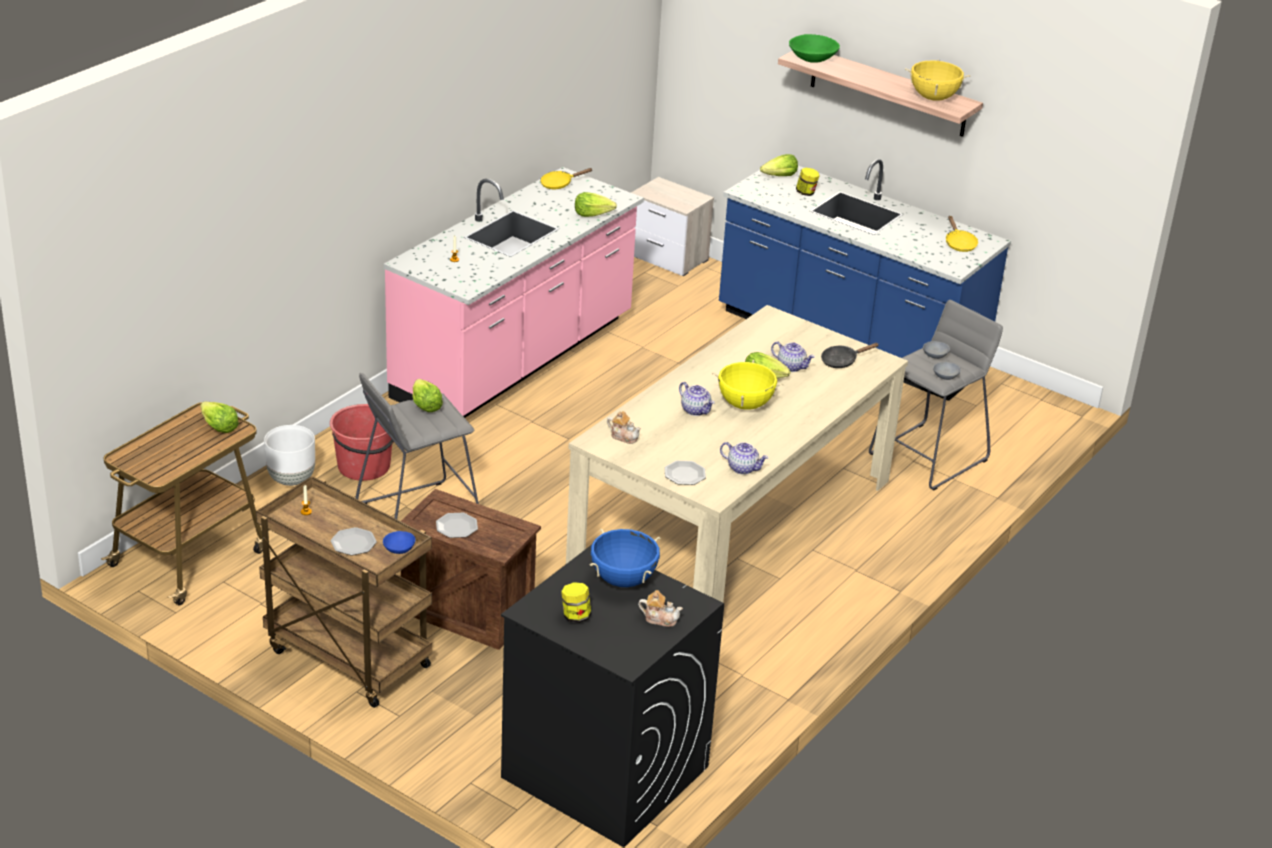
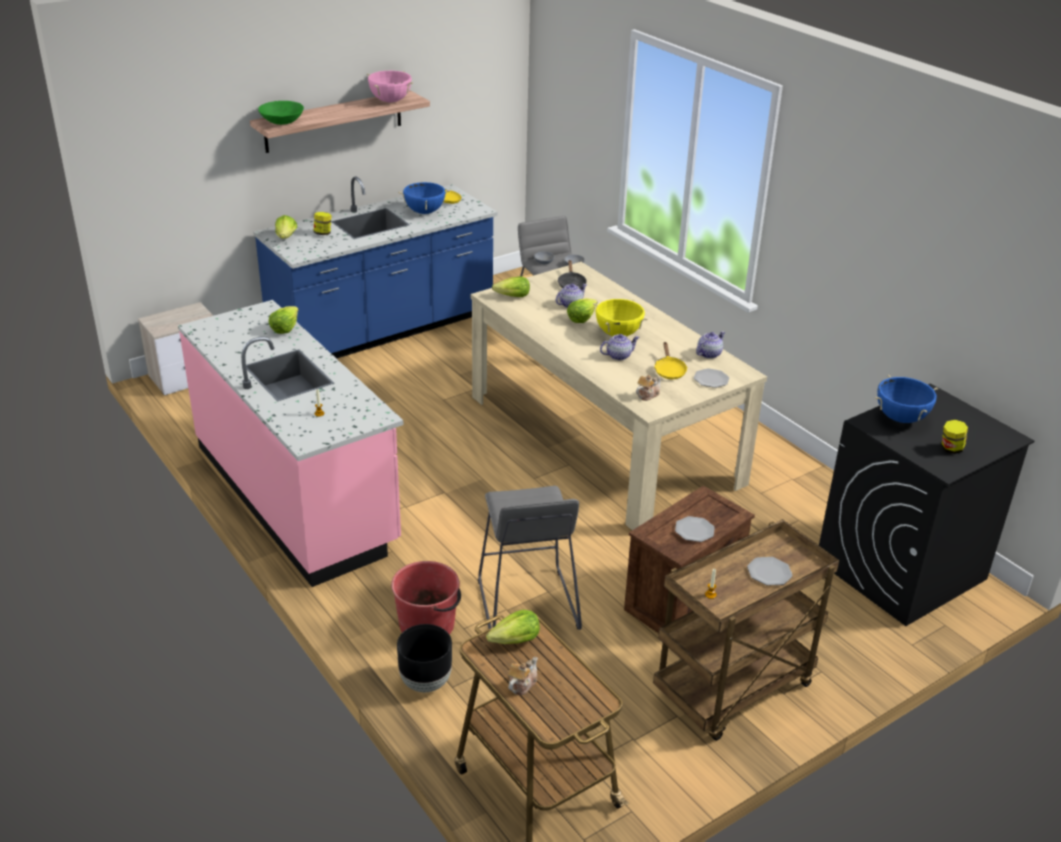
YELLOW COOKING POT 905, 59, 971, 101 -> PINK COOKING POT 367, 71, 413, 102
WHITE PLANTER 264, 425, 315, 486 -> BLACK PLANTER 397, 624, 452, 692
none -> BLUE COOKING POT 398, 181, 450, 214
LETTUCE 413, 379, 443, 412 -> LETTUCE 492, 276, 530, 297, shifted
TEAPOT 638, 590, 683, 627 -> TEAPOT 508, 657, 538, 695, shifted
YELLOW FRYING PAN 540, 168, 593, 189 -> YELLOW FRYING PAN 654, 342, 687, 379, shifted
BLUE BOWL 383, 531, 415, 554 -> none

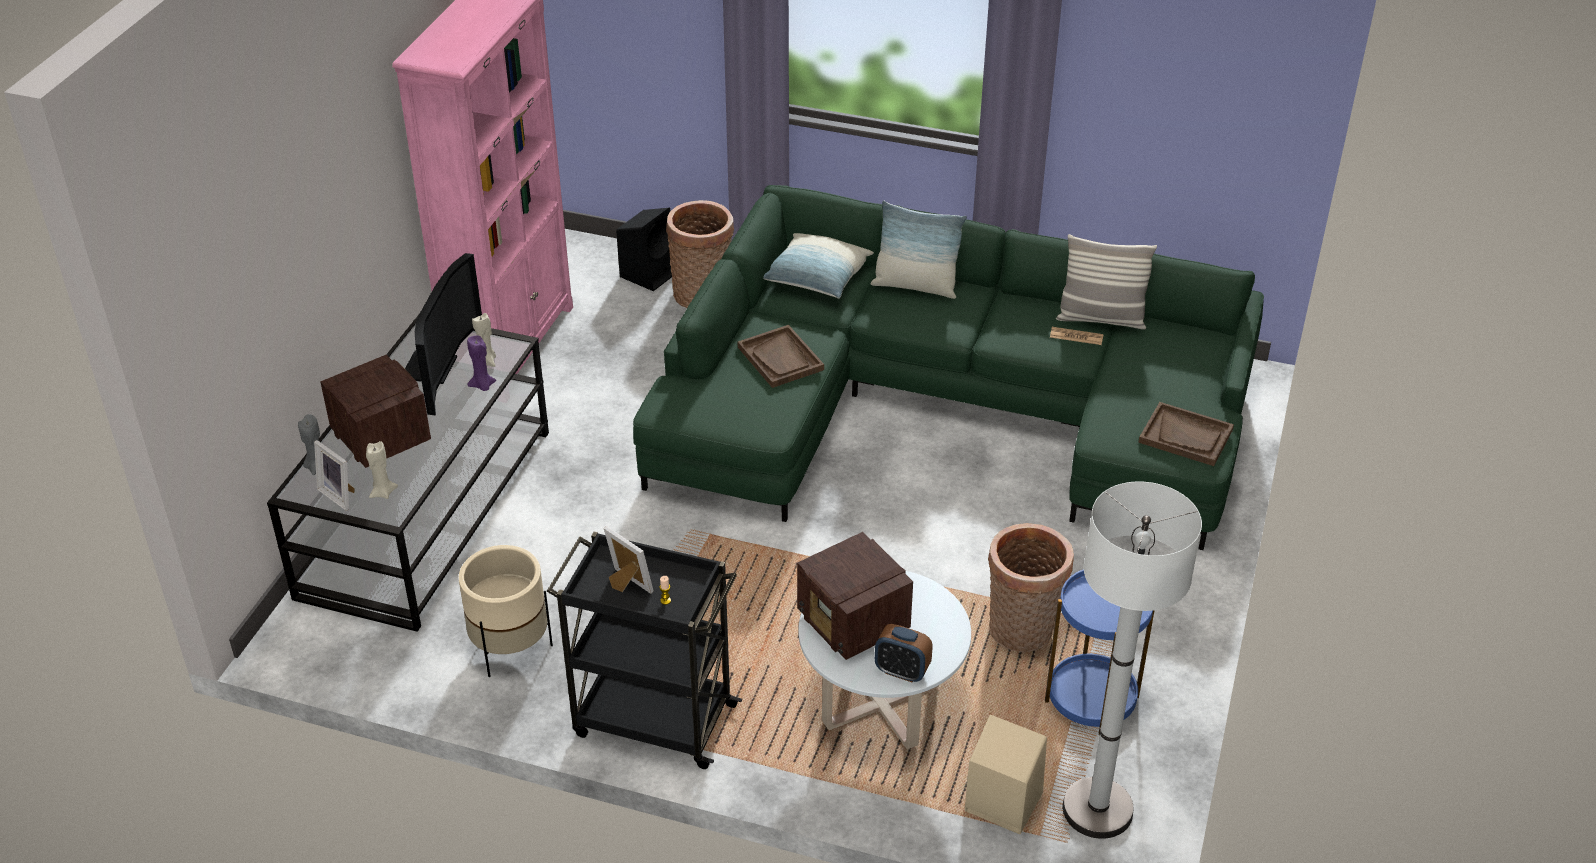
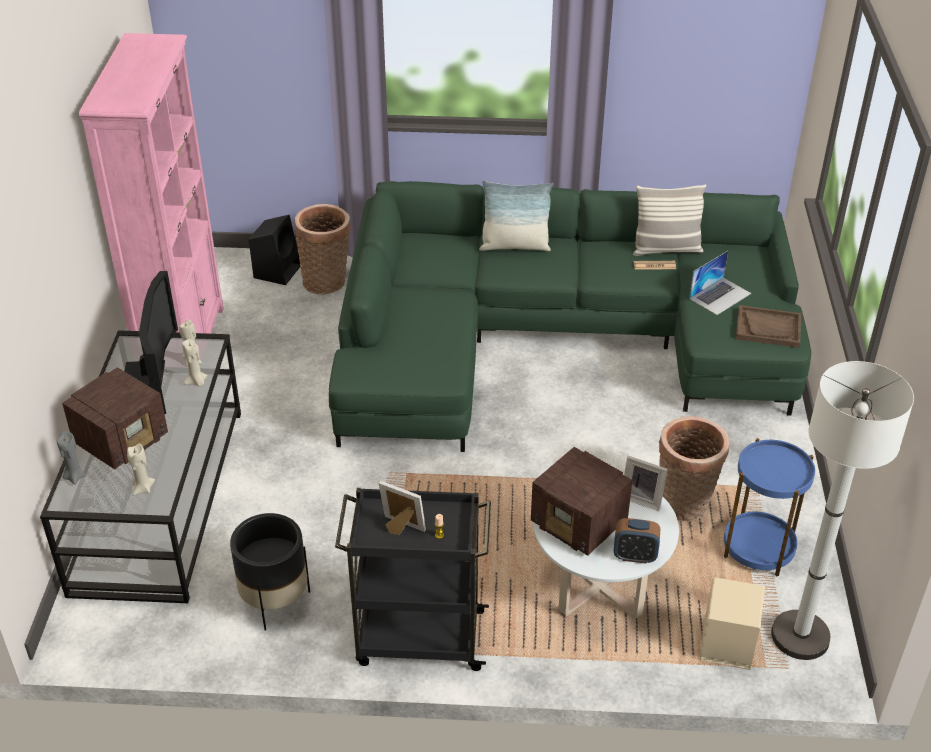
RADIO 320, 355, 431, 468 -> RADIO 62, 367, 168, 469, 90 degrees clockwise
PURPLE CANDLE 467, 335, 496, 391 -> BEIGE CANDLE 182, 339, 207, 386
BEIGE PLANTER 459, 545, 553, 678 -> BLACK PLANTER 230, 513, 310, 631
PICTURE FRAME 314, 440, 355, 511 -> PICTURE FRAME 624, 456, 668, 512, shifted
none -> LAPTOP 689, 251, 751, 315
BROWN TRAY 738, 325, 824, 388 -> none
PILLOW 763, 233, 874, 299 -> none

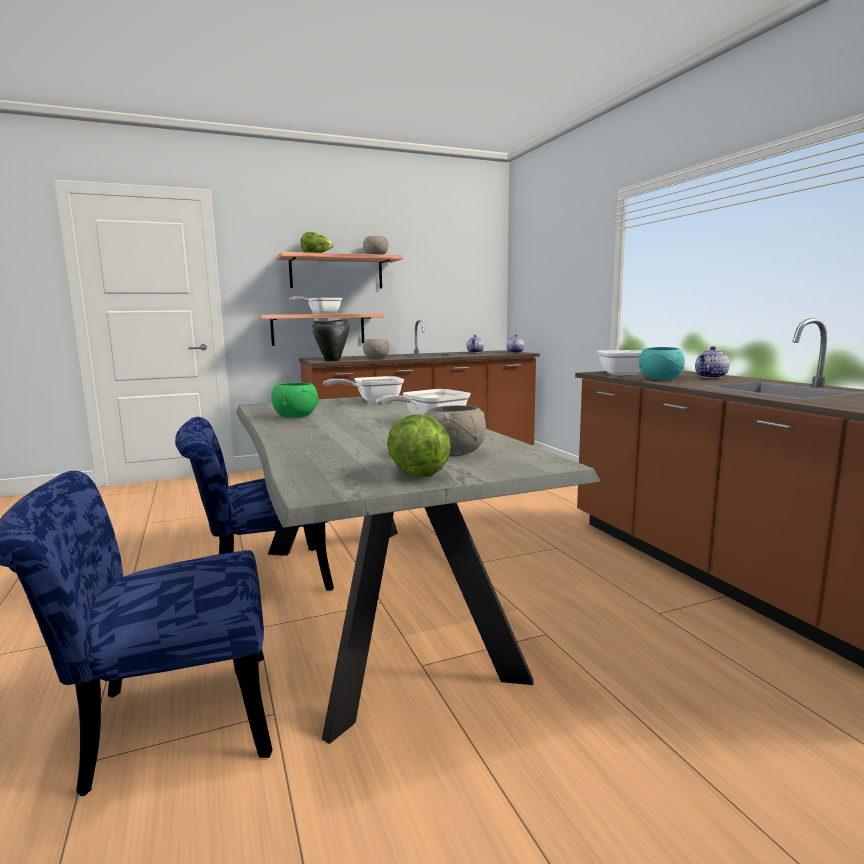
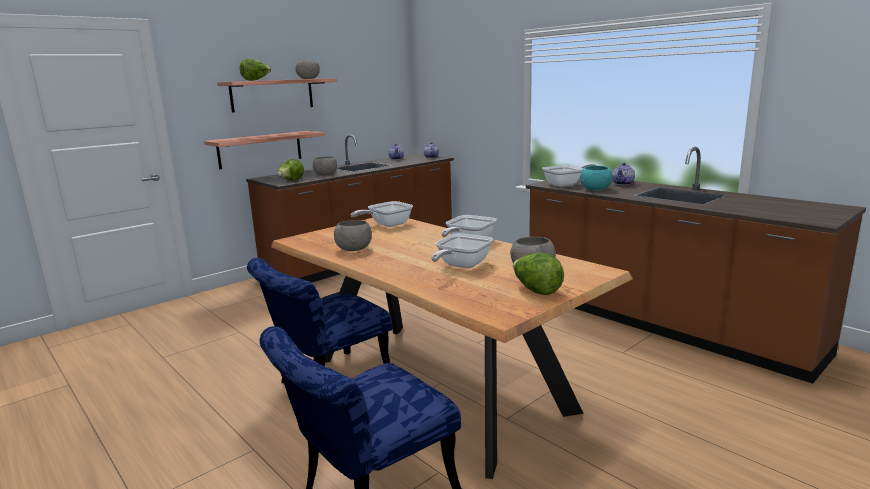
GREY DINING TABLE 236, 397, 601, 744 -> BROWN DINING TABLE 271, 218, 633, 479
BLACK COOKING POT 311, 319, 350, 361 -> LETTUCE 277, 159, 304, 181
GREEN BOWL 271, 383, 319, 418 -> GREY BOWL 334, 220, 372, 251
FRYING PAN 290, 296, 342, 314 -> FRYING PAN 431, 233, 493, 268, shifted

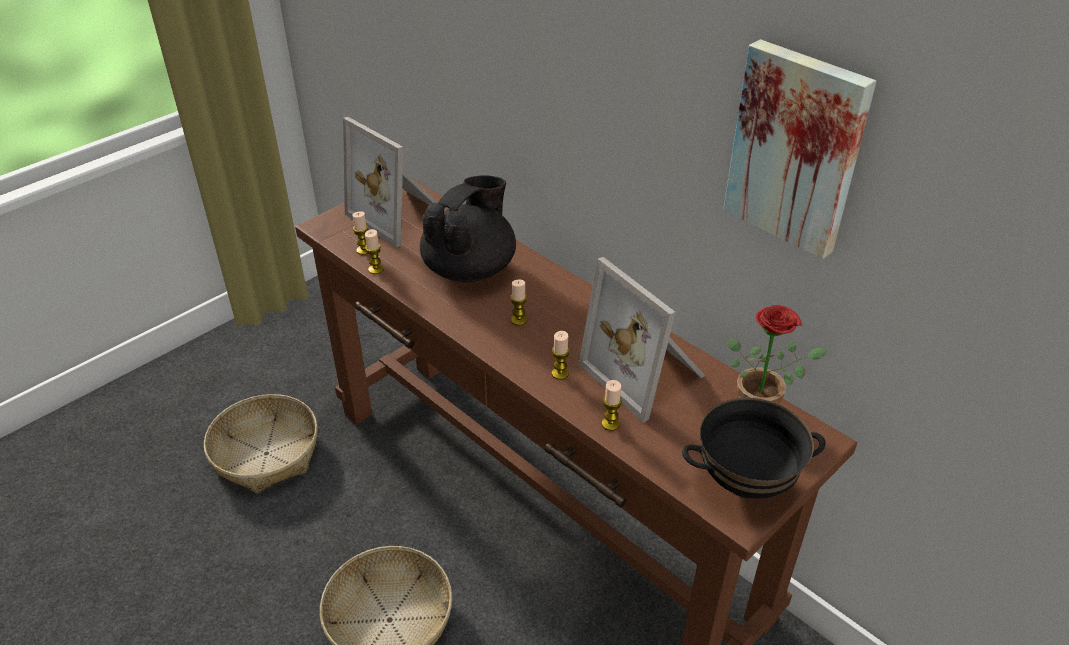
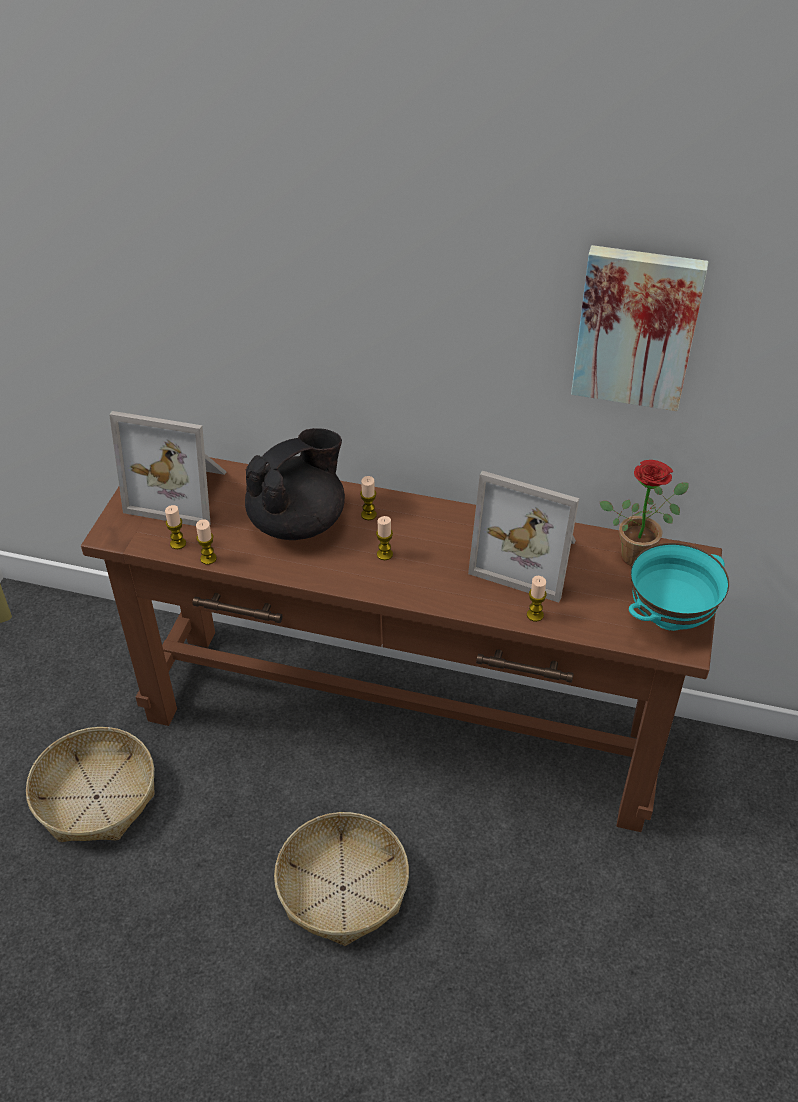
BLACK TEAPOT 420, 175, 516, 282 -> BLACK TEAPOT 245, 428, 345, 540, 45 degrees clockwise
CANDLE 552, 331, 570, 380 -> CANDLE 360, 476, 377, 520, shifted
BLACK BOWL 682, 398, 826, 499 -> TURQUOISE BOWL 629, 543, 729, 631

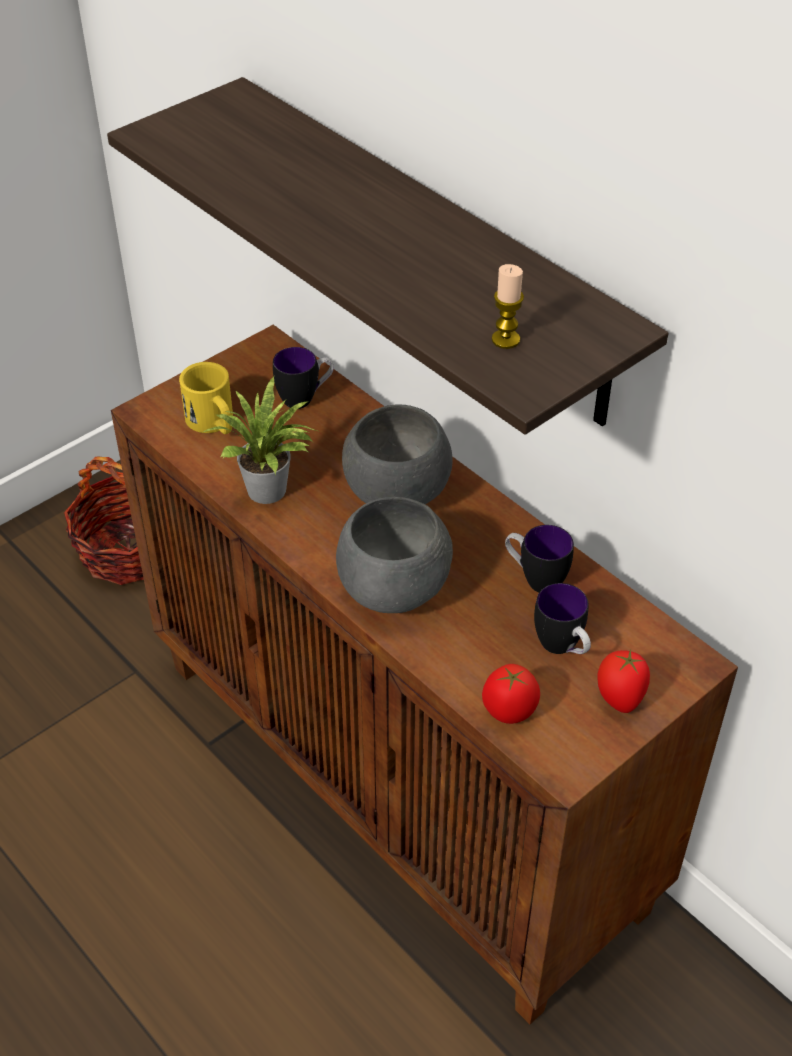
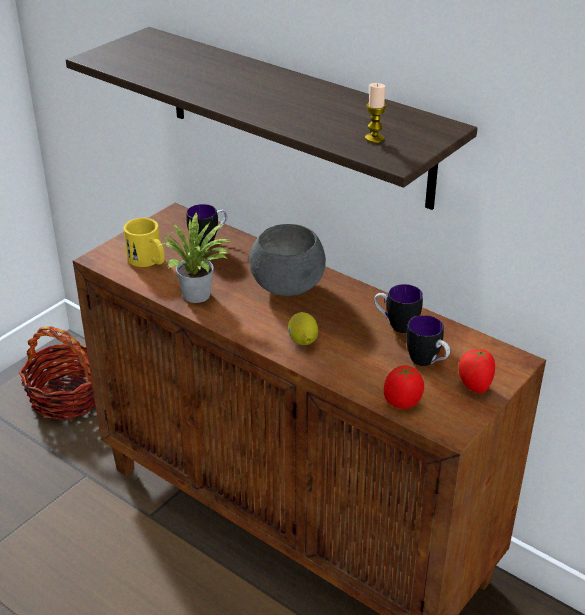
GREY BOWL 336, 497, 453, 613 -> LEMON 288, 312, 318, 345

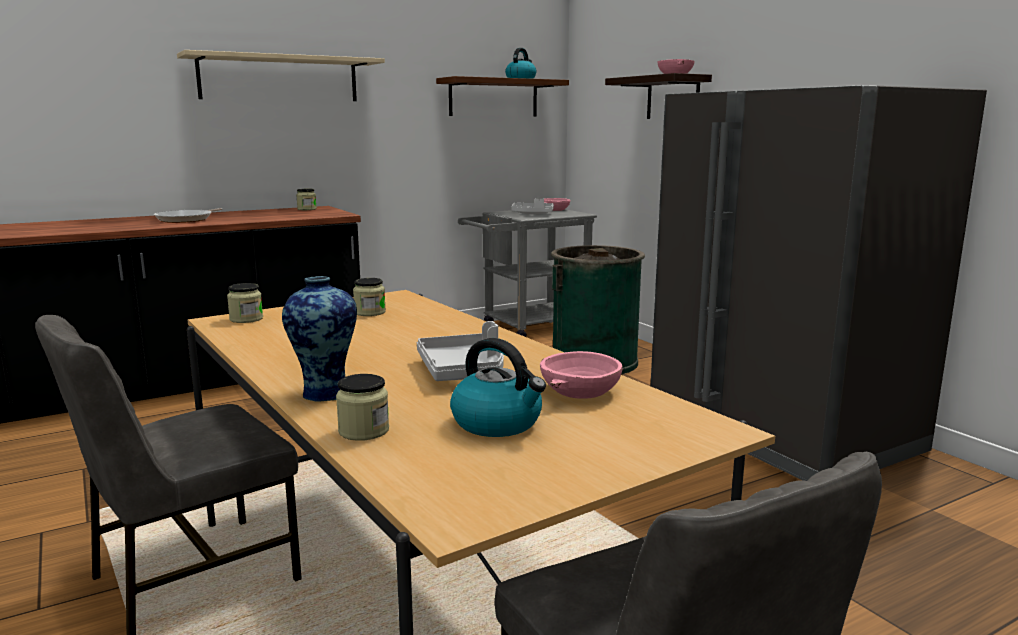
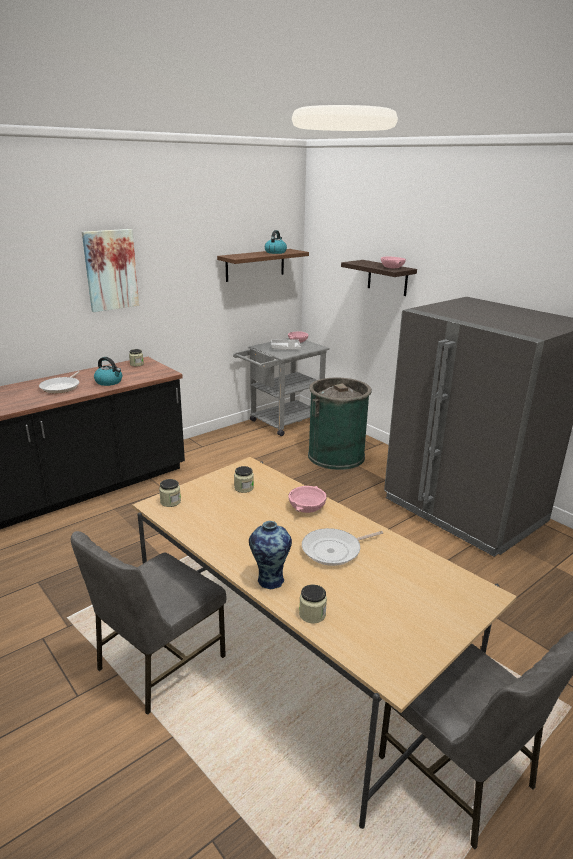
BEIGE SHELF 177, 50, 385, 101 -> PICTURE 82, 229, 139, 312
KETTLE 450, 338, 546, 437 -> KETTLE 94, 357, 122, 386, shifted
PINK BOWL 540, 351, 623, 399 -> PINK BOWL 288, 486, 327, 513, shifted
GREY TRAY 417, 321, 504, 381 -> FRYING PAN 302, 528, 383, 566

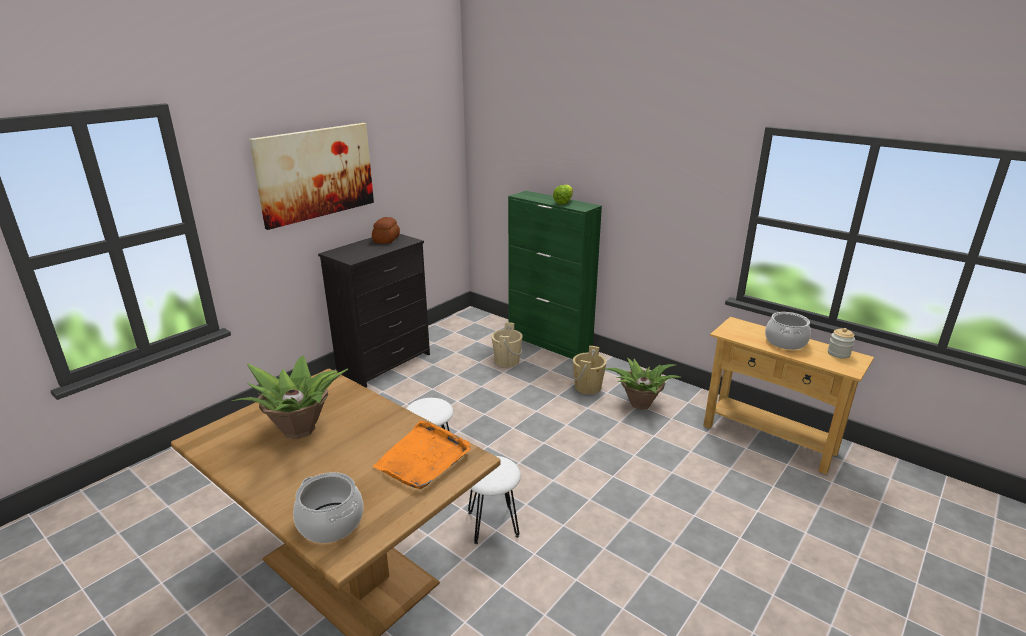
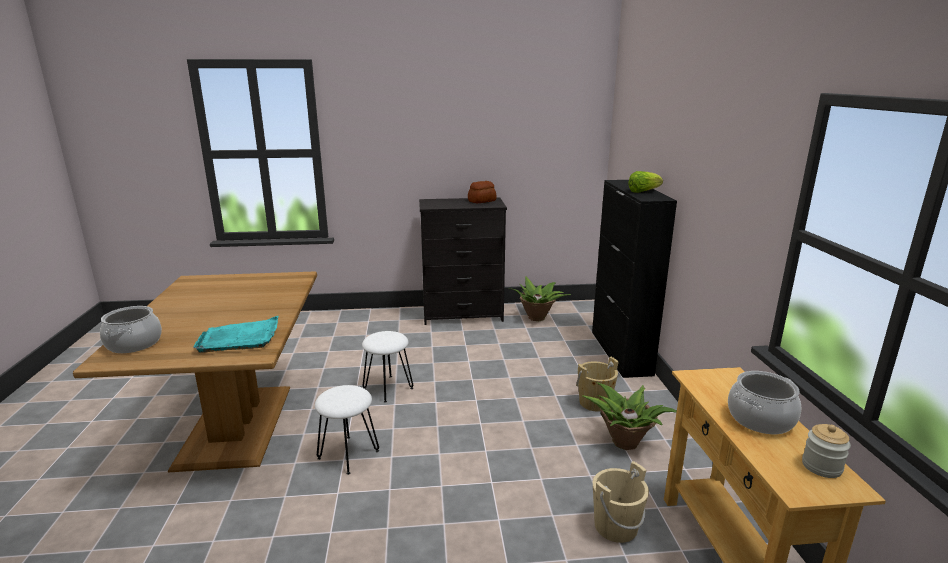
ORANGE TRAY 373, 420, 471, 489 -> TURQUOISE TRAY 193, 316, 279, 353
POTTED PLANT 232, 356, 348, 439 -> POTTED PLANT 508, 276, 571, 321, shifted
GREEN CABINET 508, 191, 602, 359 -> BLACK CABINET 592, 180, 677, 378
BEIGE BUCKET 491, 322, 523, 367 -> BEIGE BUCKET 593, 461, 649, 543, shifted
PICTURE 249, 123, 374, 230 -> none

